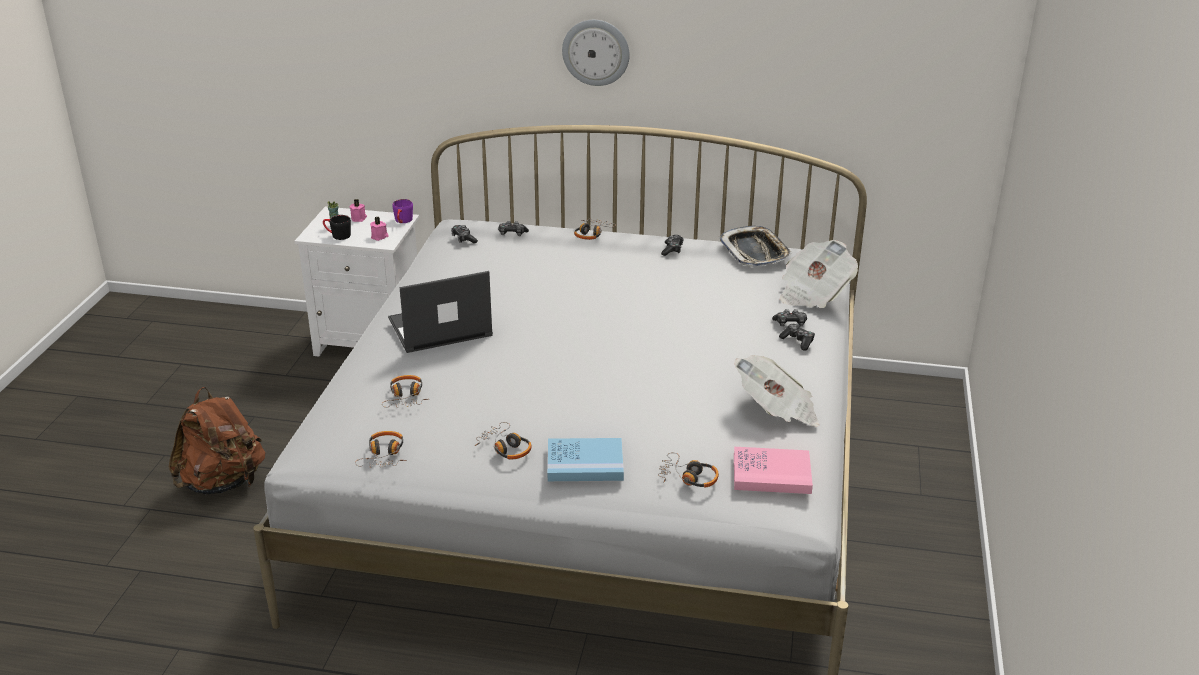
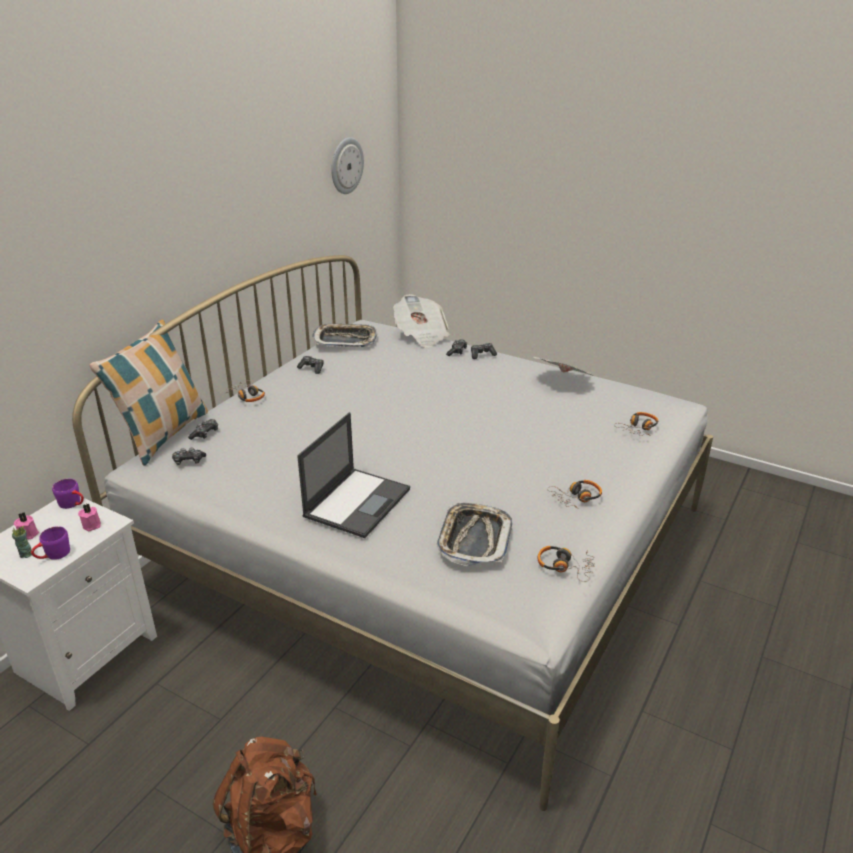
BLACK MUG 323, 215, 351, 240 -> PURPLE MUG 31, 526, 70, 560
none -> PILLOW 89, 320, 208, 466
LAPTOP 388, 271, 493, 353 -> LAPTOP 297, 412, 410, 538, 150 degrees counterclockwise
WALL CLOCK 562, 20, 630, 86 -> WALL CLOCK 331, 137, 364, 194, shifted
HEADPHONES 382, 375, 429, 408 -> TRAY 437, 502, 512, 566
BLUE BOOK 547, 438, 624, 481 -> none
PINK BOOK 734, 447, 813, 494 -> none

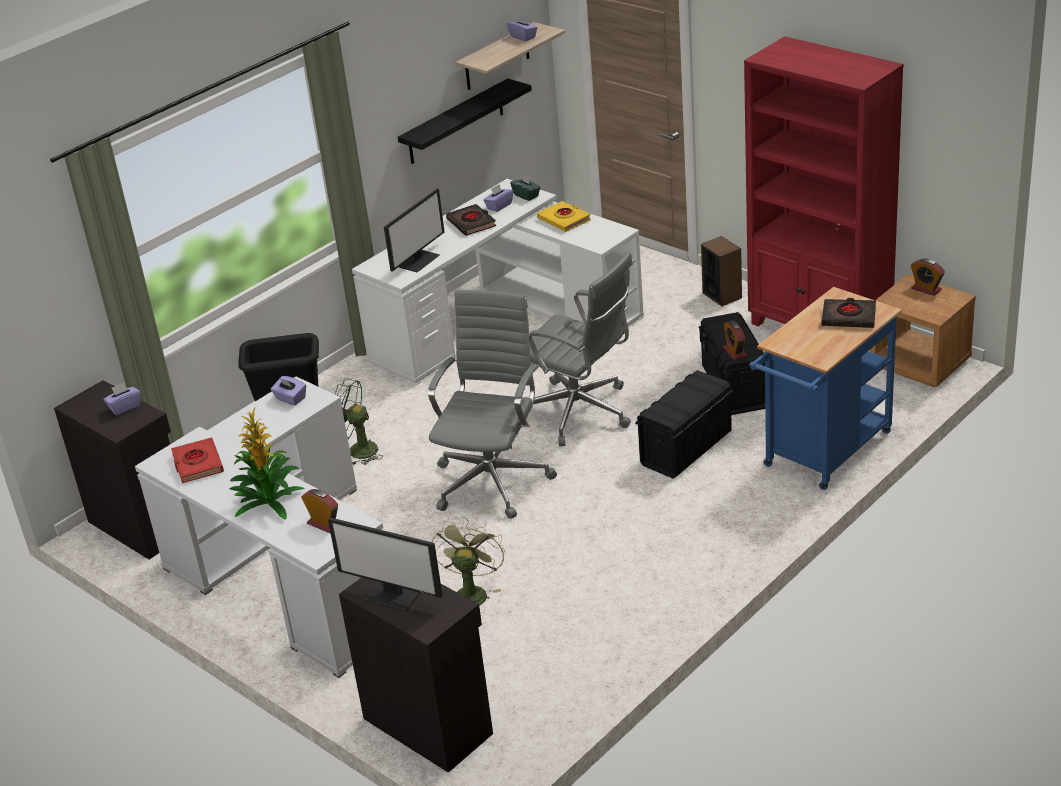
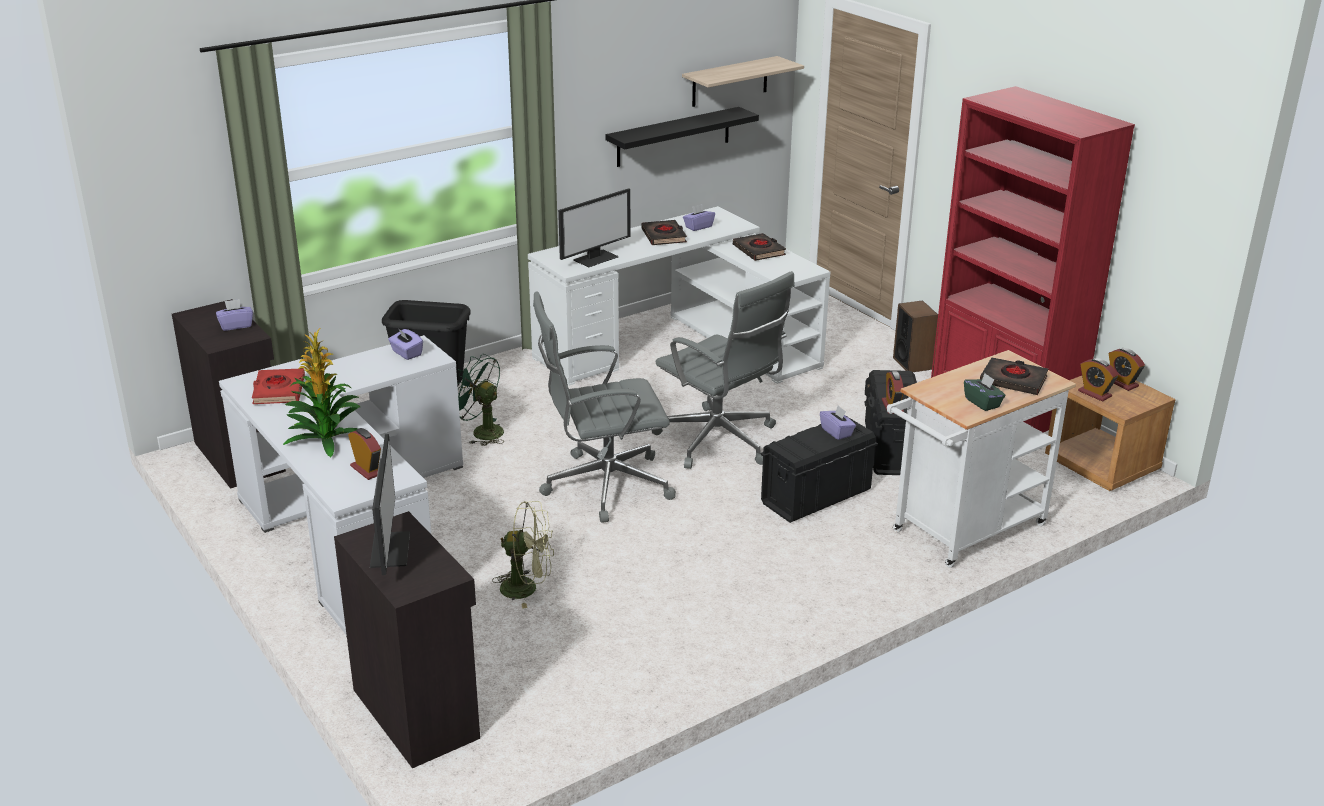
MONITOR 328, 517, 443, 611 -> MONITOR 370, 434, 410, 575, 135 degrees counterclockwise
GREEN FAN 431, 518, 505, 606 -> GREEN FAN 492, 501, 554, 609, 75 degrees clockwise
GREY OFFICE CHAIR 428, 290, 557, 519 -> GREY OFFICE CHAIR 533, 292, 676, 523, 135 degrees counterclockwise
YELLOW BOOK 537, 201, 591, 232 -> BLACK BOOK 733, 233, 786, 261
PURPLE TISSUE BOX 507, 15, 537, 41 -> PURPLE TISSUE BOX 820, 406, 856, 440, shifted
BLUE CART 749, 287, 902, 490 -> WHITE CART 887, 350, 1076, 568
GREEN TISSUE BOX 510, 174, 541, 201 -> GREEN TISSUE BOX 964, 373, 1005, 411, shifted
none -> ALARM CLOCK 1078, 358, 1118, 402

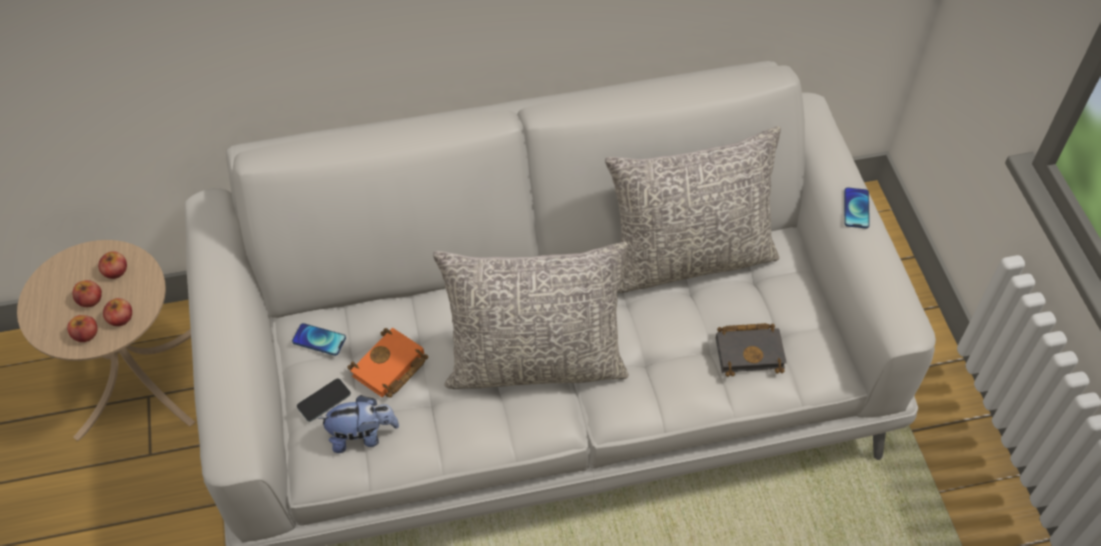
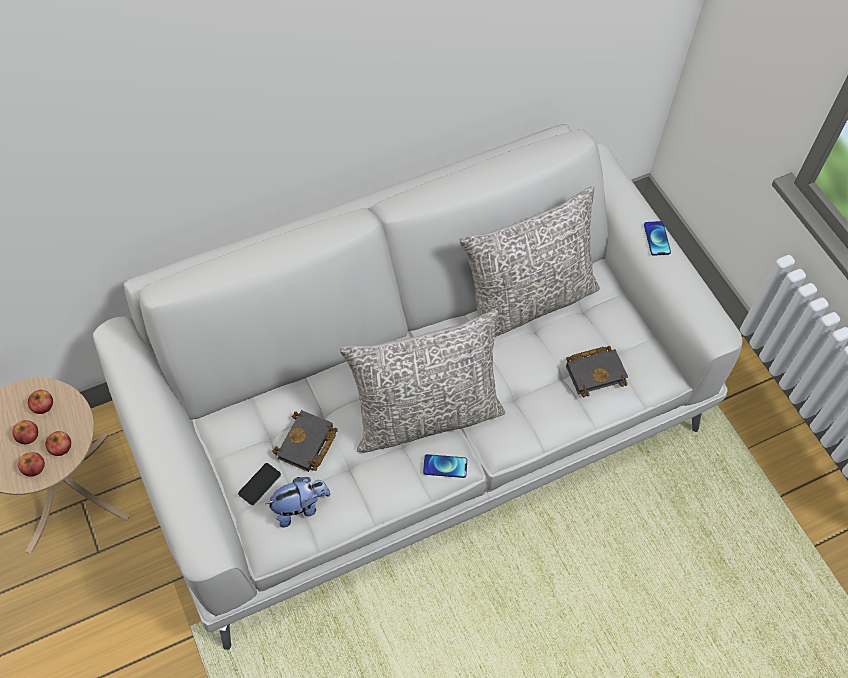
ORANGE BOOK 347, 328, 428, 398 -> BLACK BOOK 272, 410, 338, 472
PHONE 292, 323, 346, 356 -> PHONE 423, 454, 467, 478, shifted

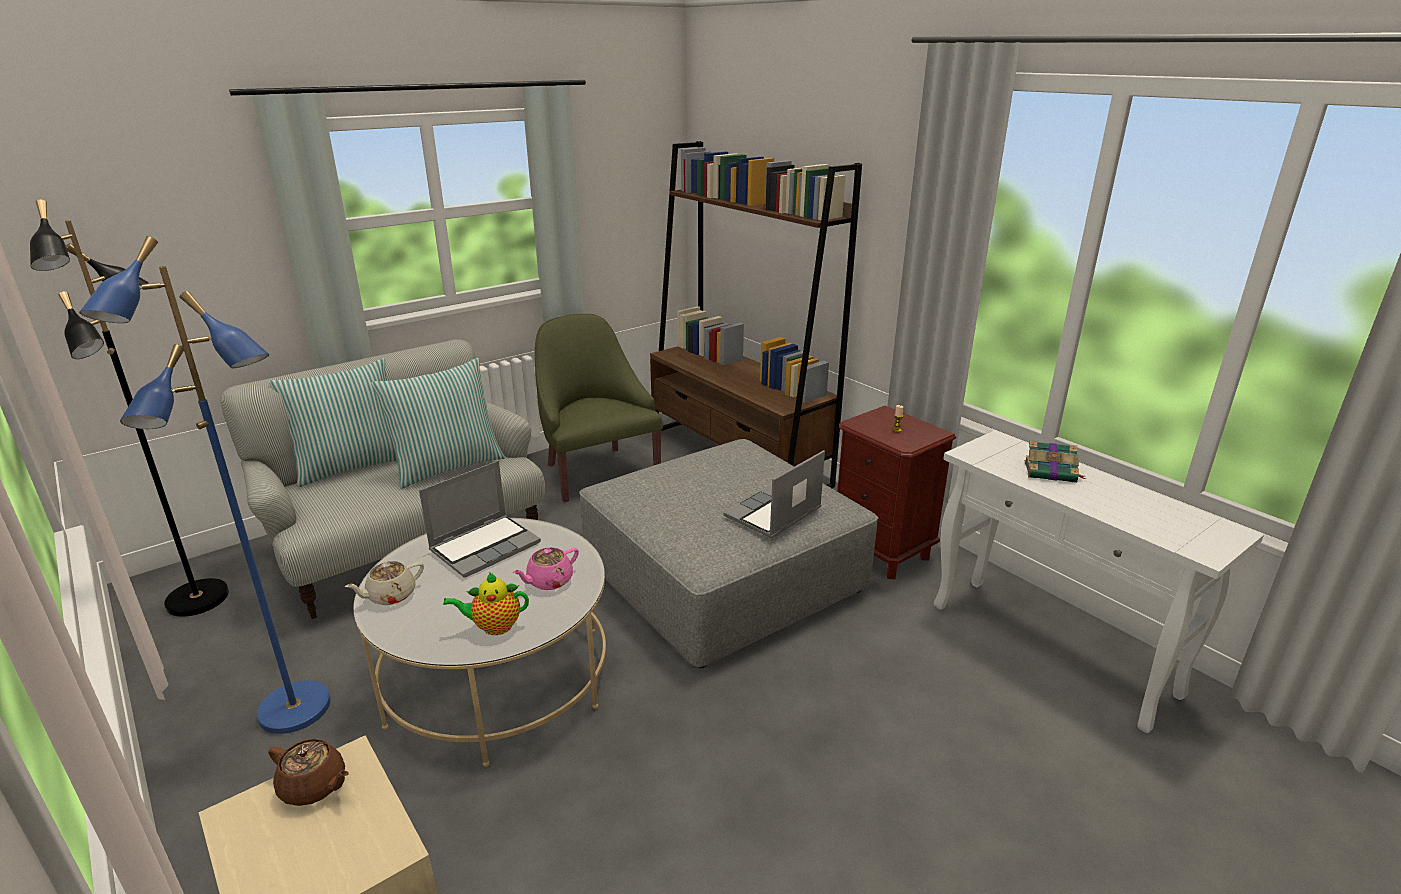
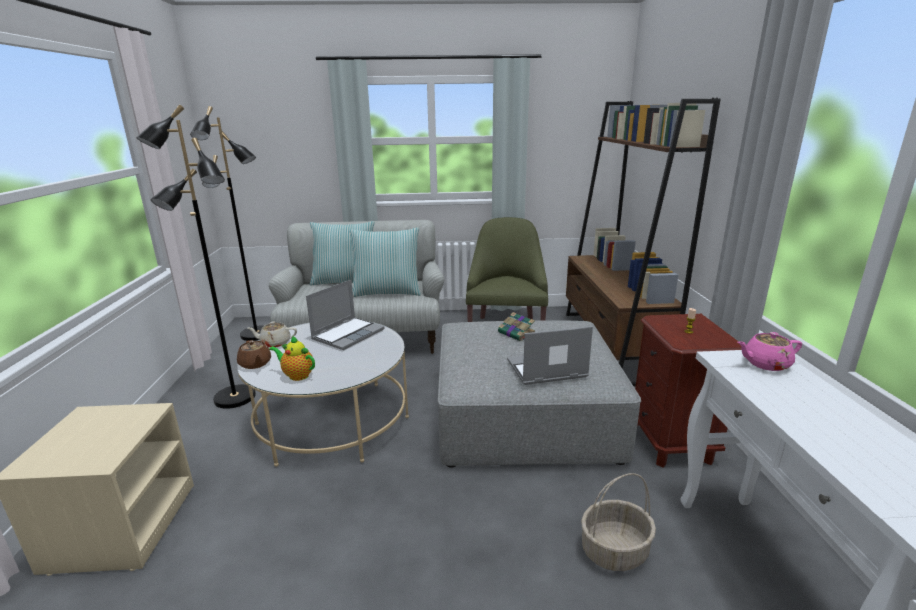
BLUE FLOOR LAMP 79, 236, 331, 734 -> BLACK FLOOR LAMP 136, 105, 256, 409
BROWN TEAPOT 268, 739, 349, 806 -> BROWN TEAPOT 237, 340, 271, 369, shifted
LAPTOP 419, 461, 541, 578 -> LAPTOP 306, 280, 384, 350, 45 degrees counterclockwise
BOOK 1025, 441, 1086, 483 -> BOOK 498, 312, 535, 341, shifted
none -> BASKET 581, 473, 656, 571
PINK TEAPOT 512, 547, 579, 590 -> PINK TEAPOT 737, 332, 802, 371, shifted

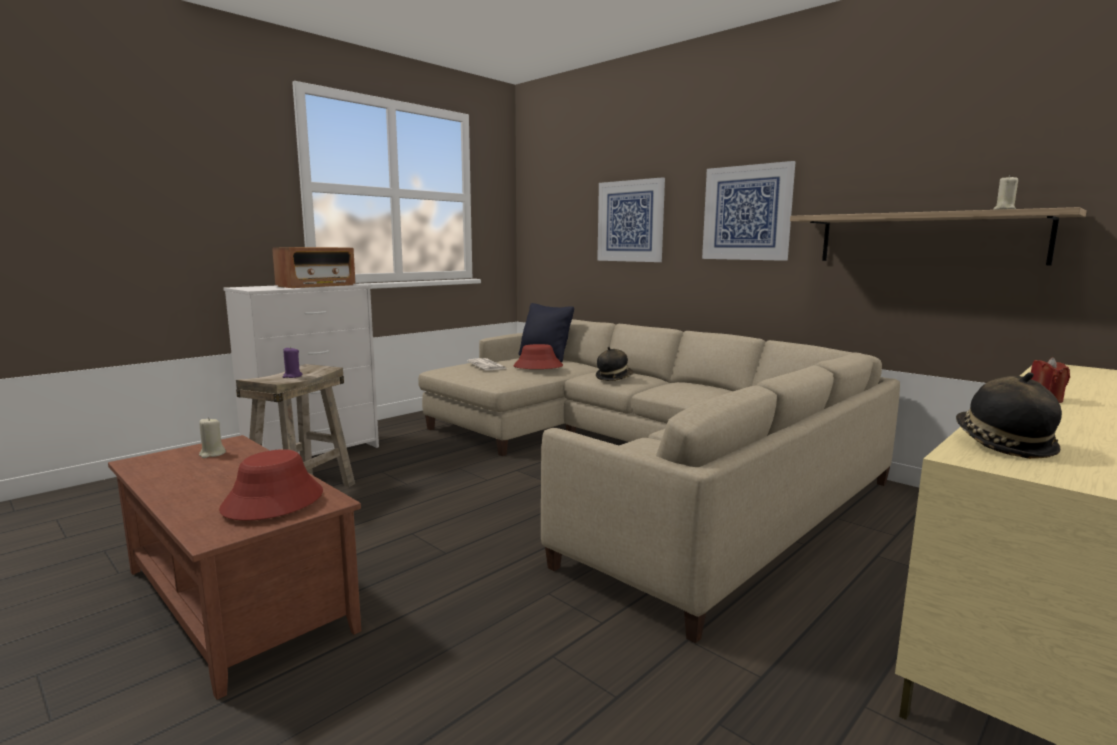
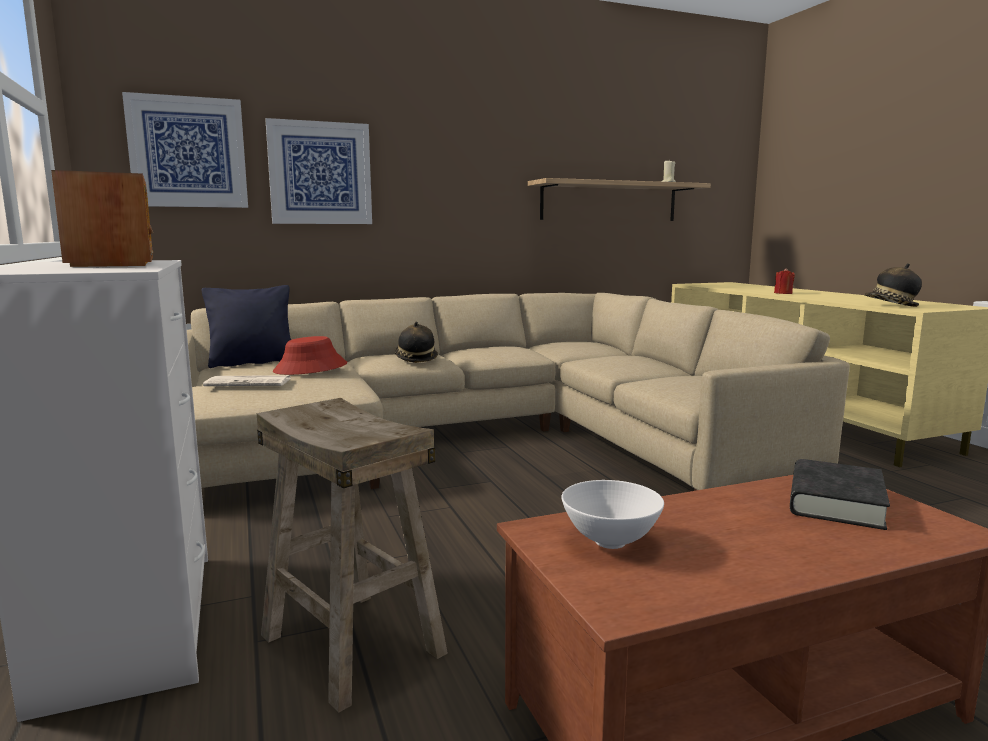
PICTURE 702, 161, 796, 261 -> PICTURE 122, 92, 248, 208, shifted
BEIGE CANDLE 199, 417, 226, 458 -> WHITE BOWL 561, 480, 664, 549
RED HAT 219, 449, 323, 521 -> BLACK BOOK 790, 459, 890, 530
PURPLE CANDLE 283, 347, 302, 378 -> none

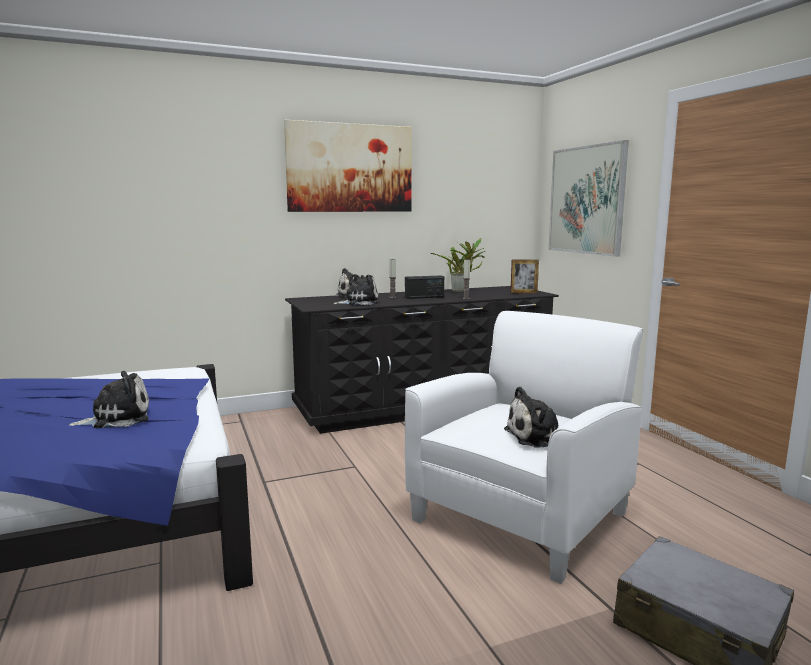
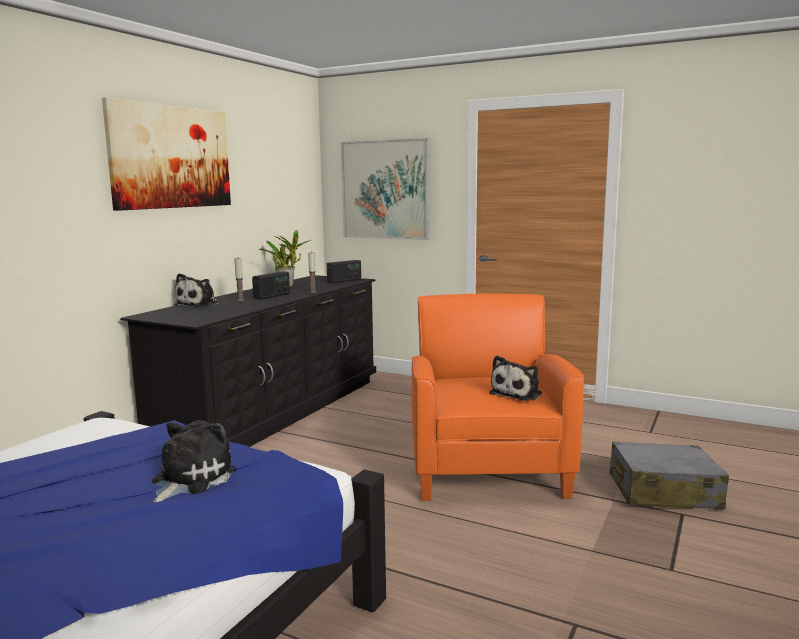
PICTURE FRAME 510, 259, 539, 294 -> RADIO 327, 260, 361, 283
WHITE ARMCHAIR 405, 311, 643, 584 -> ORANGE ARMCHAIR 412, 294, 584, 501
PLUSH TOY 333, 275, 379, 305 -> none

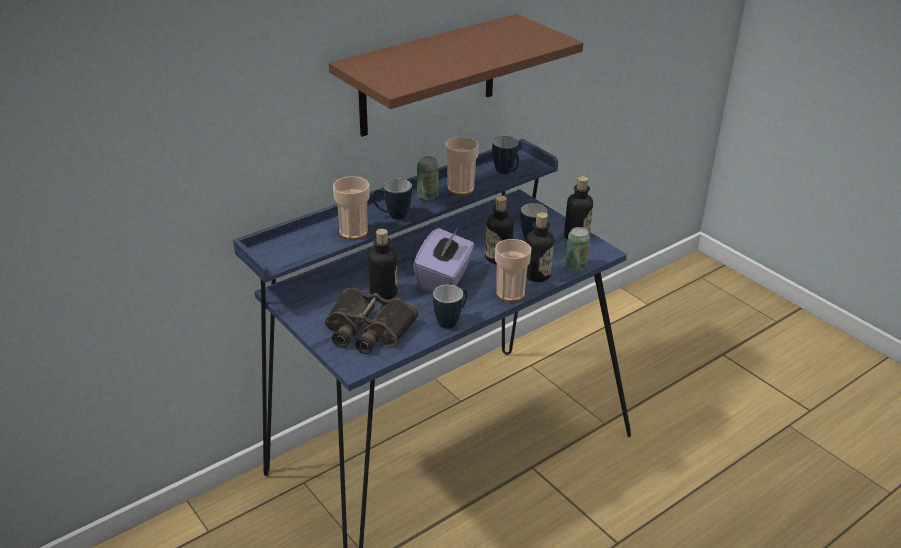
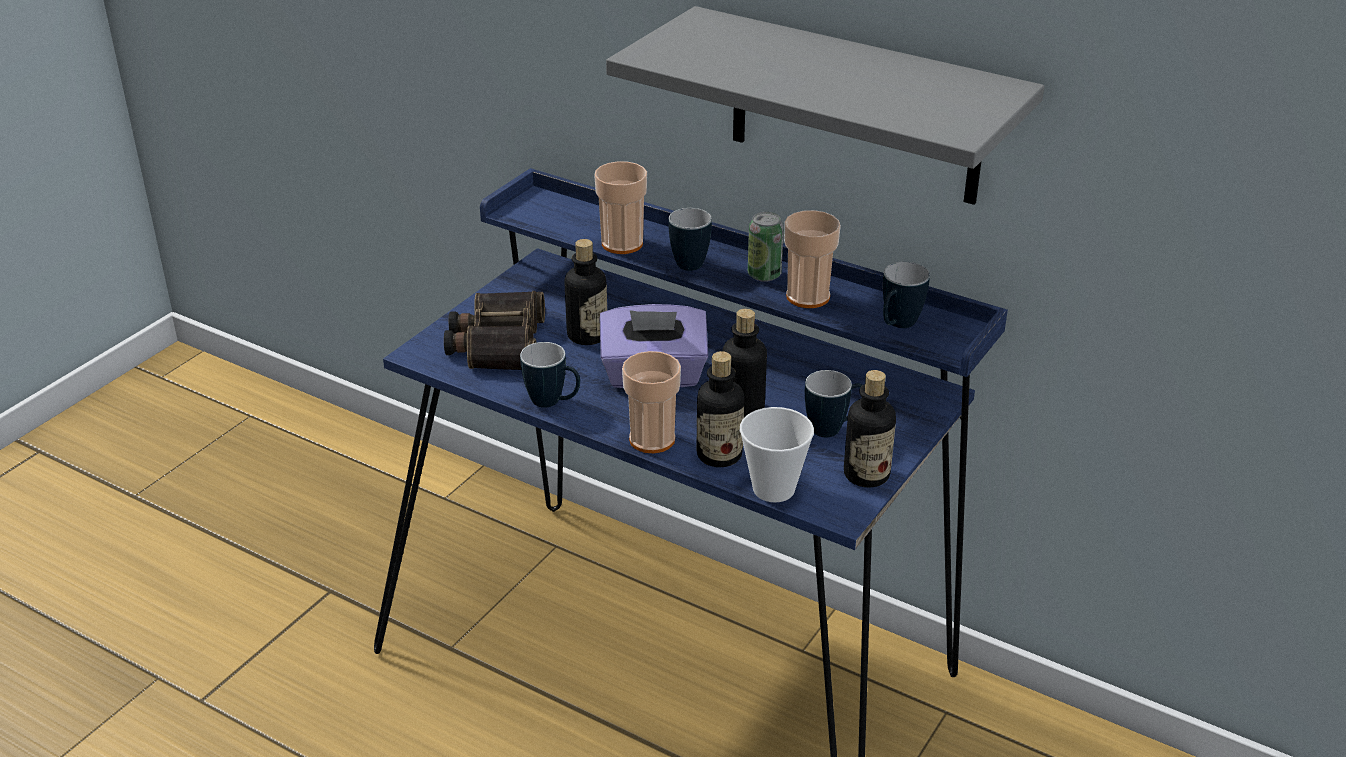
BROWN SHELF 329, 14, 583, 137 -> GREY SHELF 606, 6, 1044, 205
CAN 565, 227, 590, 271 -> CUP 740, 407, 814, 502

